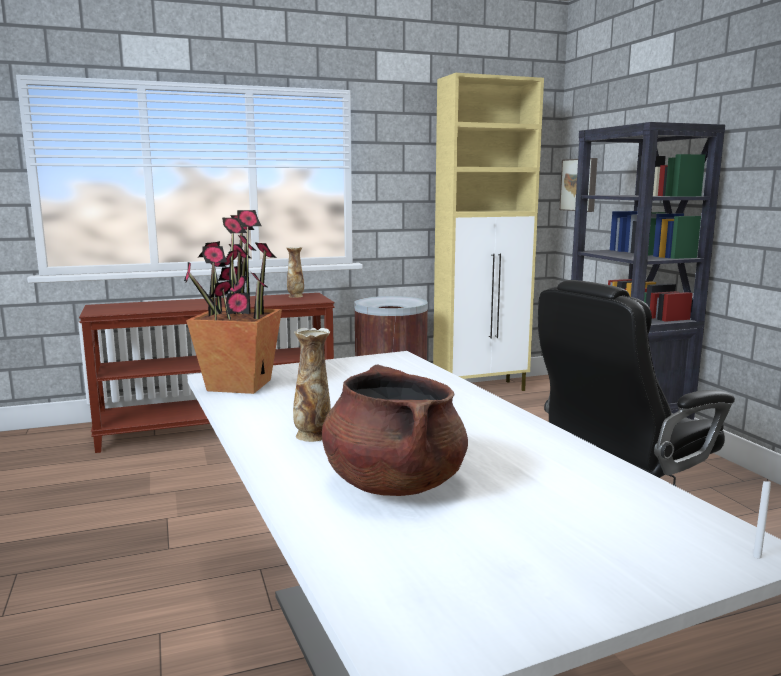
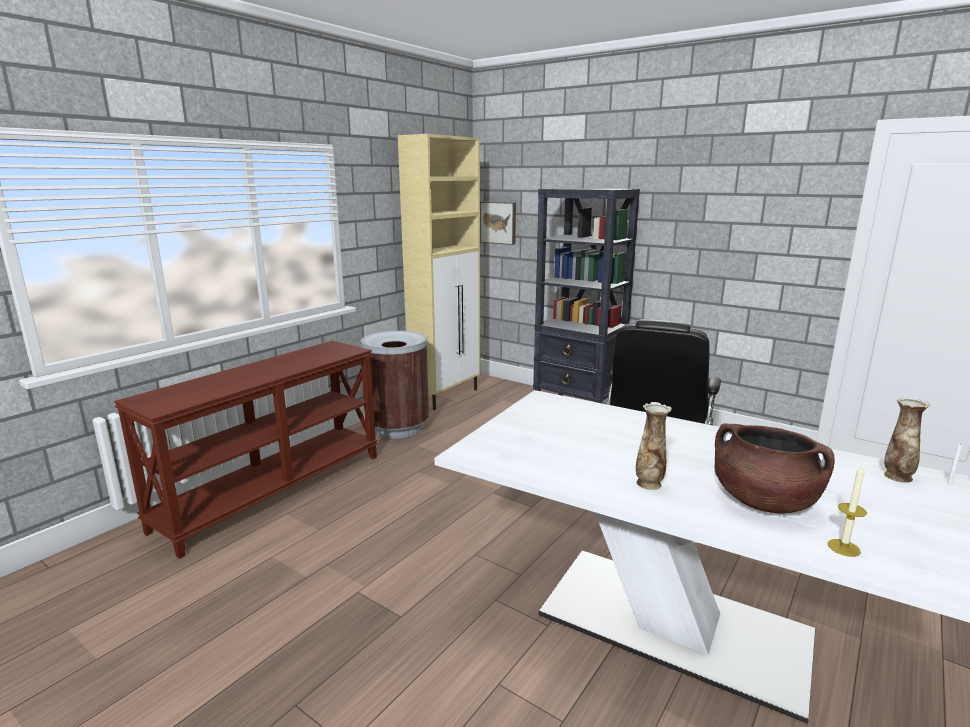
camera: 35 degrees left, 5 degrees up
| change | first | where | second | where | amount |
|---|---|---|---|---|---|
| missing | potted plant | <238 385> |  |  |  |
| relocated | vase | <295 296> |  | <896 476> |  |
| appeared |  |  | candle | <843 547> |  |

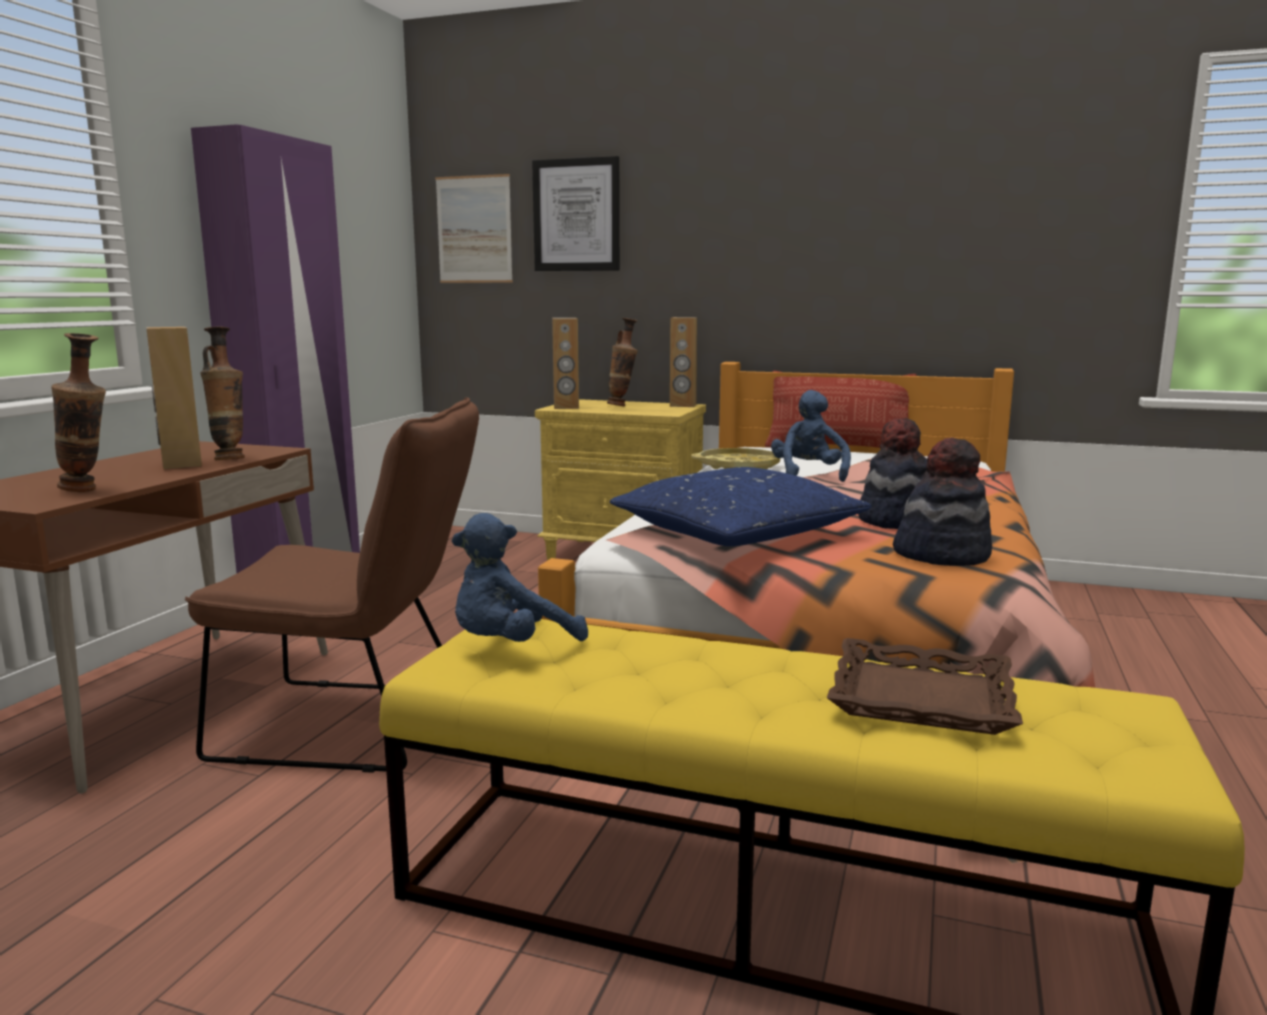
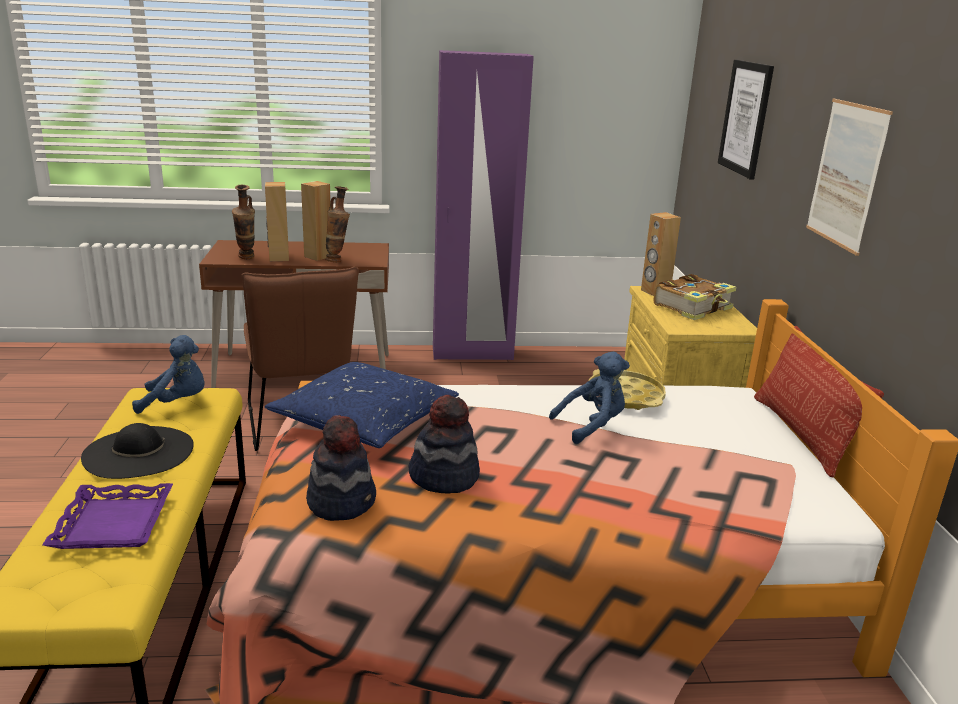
camera: 65 degrees right, 10 degrees up
| change | first | where | second | where | amount |
|---|---|---|---|---|---|
| relocated | picture | <474 229> |  | <846 174> |  |
| relocated | brown speaker | <683 405> |  | <278 258> |  |
| exchanged | vase | <622 406> | book | <693 307> |  |
| spun | blue plush toy | <511 646> |  | <177 403> | 150 degrees clockwise |
| colour | brown tray | <922 697> | purple tray | <114 524> |  |
| appeared |  |  | black hat | <138 452> |  |

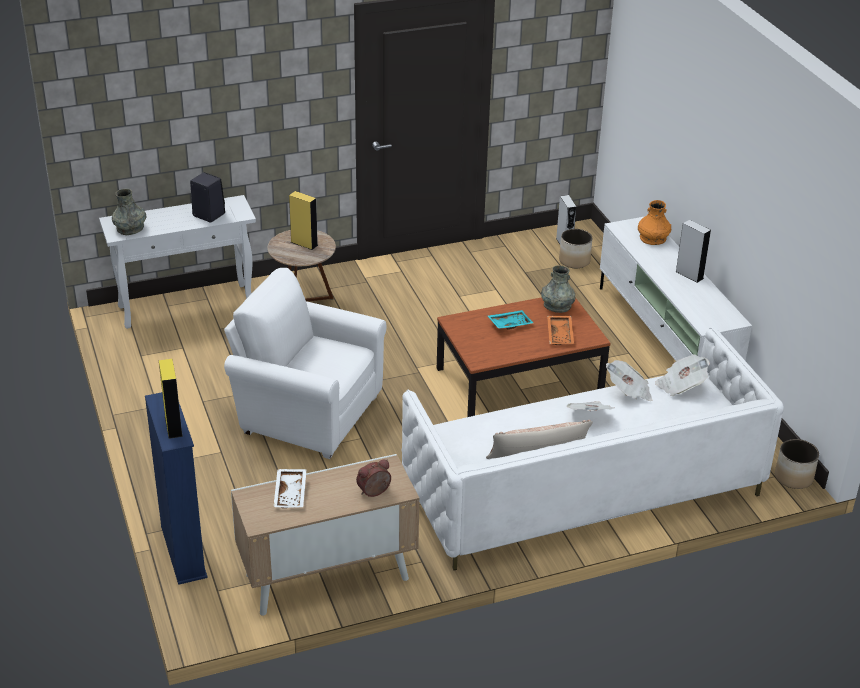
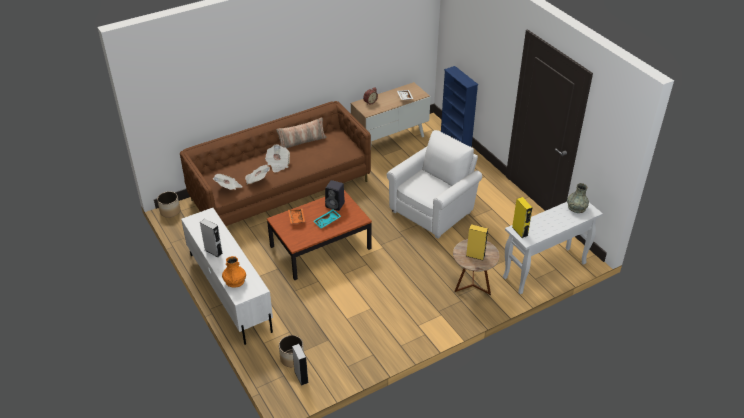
camera: 170 degrees right, 5 degrees up
| change | first | where | second | where | amount |
|---|---|---|---|---|---|
| relocated | black speaker | <207 214> |  | <335 205> |  |
| missing | grey vase | <557 306> |  |  |  |
| spun | white armchair | <306 412> |  | <434 210> | 60 degrees counterclockwise |
| colour | white sofa | <582 490> | brown sofa | <281 190> |  |
| relocated | yellow speaker | <173 426> |  | <519 231> |  |

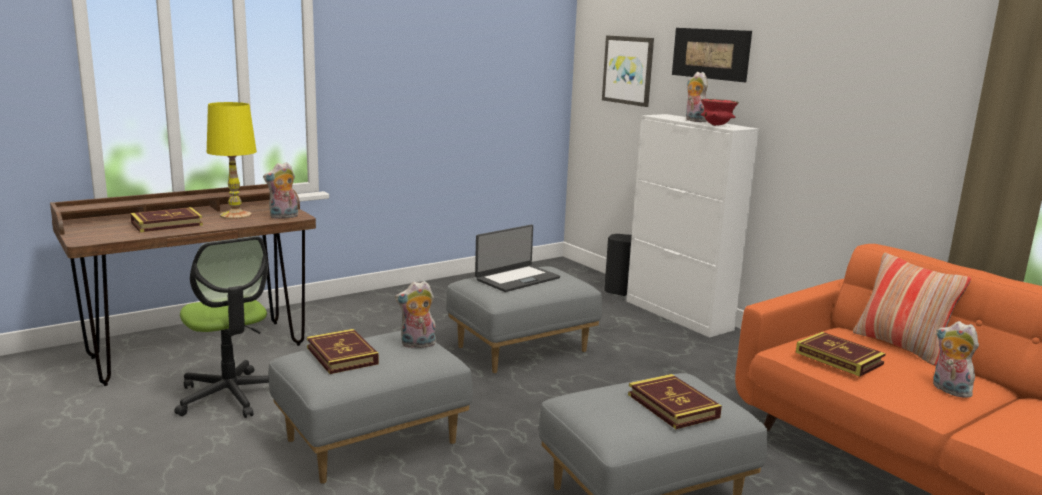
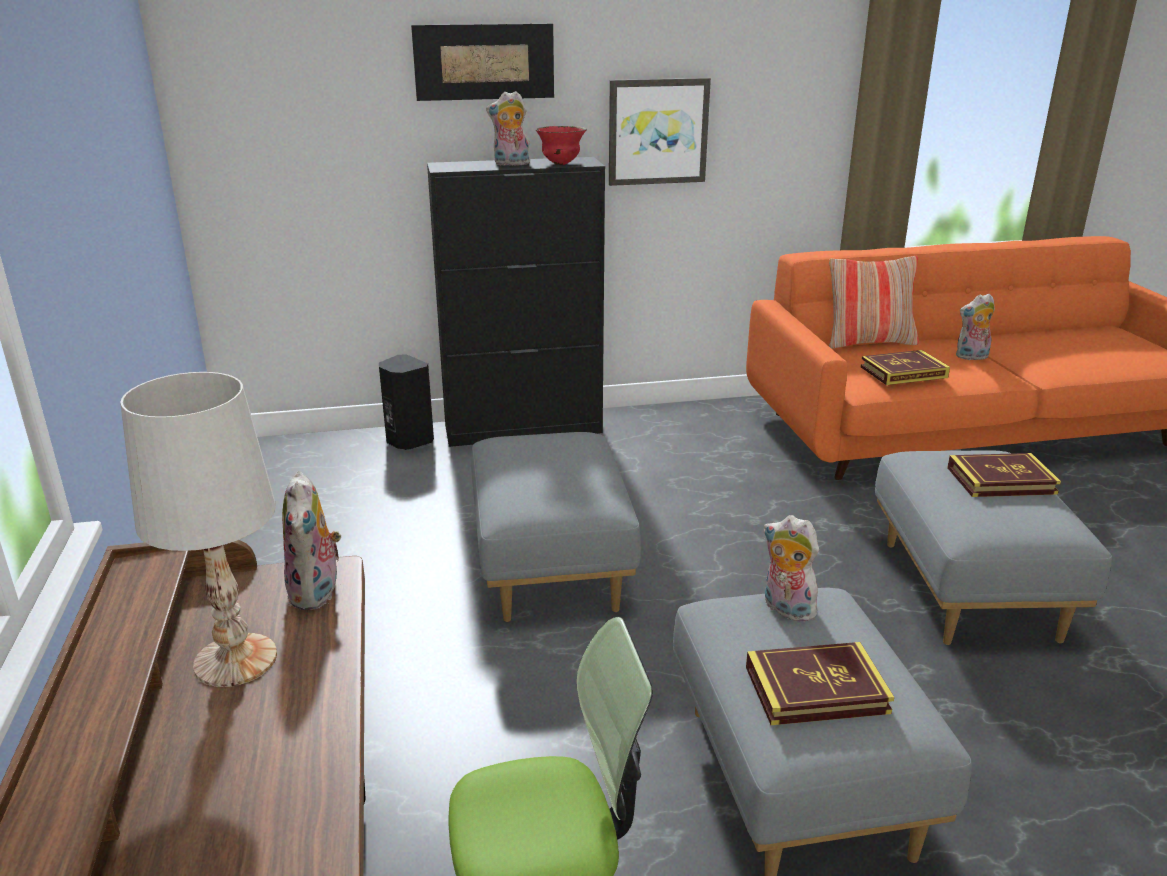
camera: 65 degrees left, 10 degrees up
| change | first | where | second | where | amount |
|---|---|---|---|---|---|
| relocated | picture | <628 70> |  | <657 131> |  |
| colour | yellow table lamp | <235 215> | white table lamp | <234 660> |  |
| colour | white cabinet | <678 315> | black cabinet | <524 429> |  |
| missing | book | <167 224> |  |  |  |
| missing | laptop | <517 279> |  |  |  |
| spun | plush toy | <417 345> |  | <785 609> | 120 degrees clockwise |

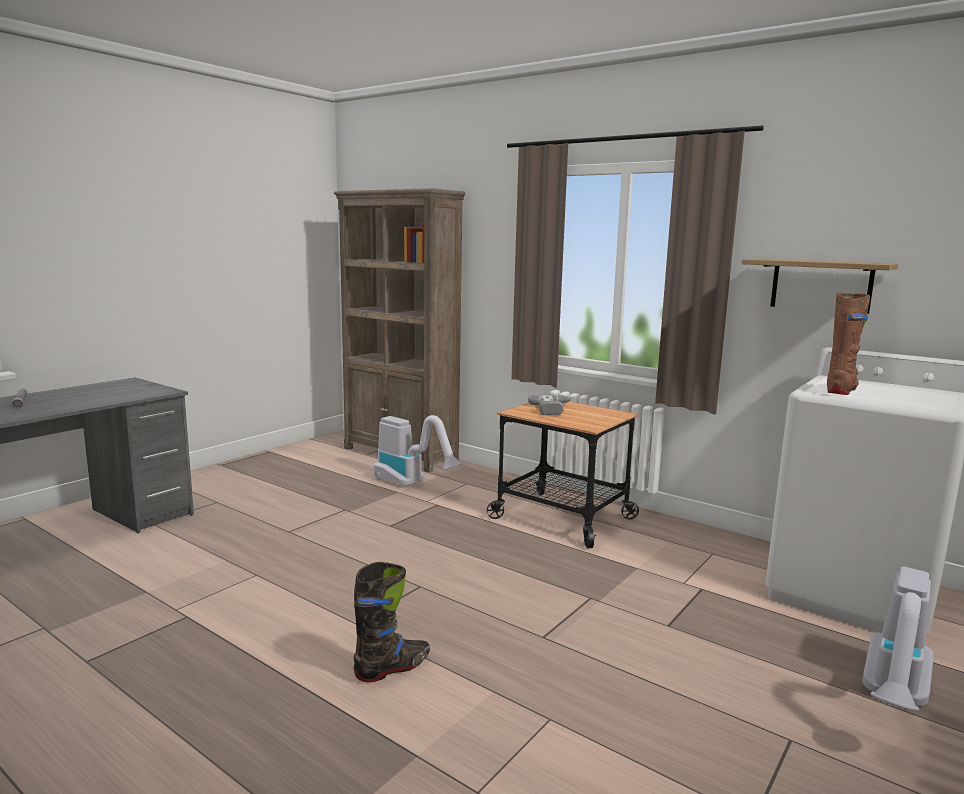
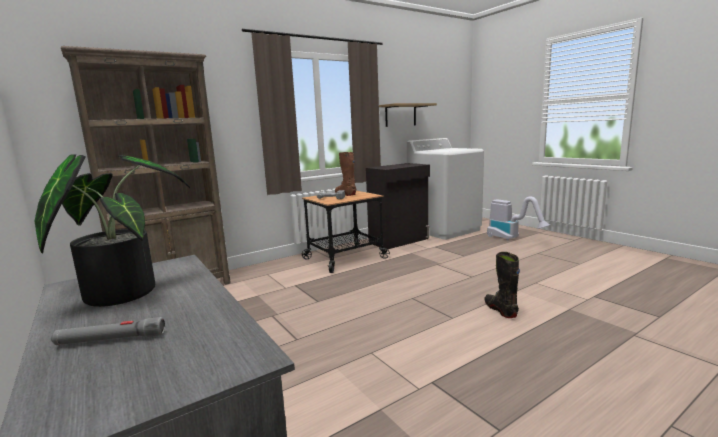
camera: 70 degrees left, 0 degrees up
| change | first | where | second | where | amount |
|---|---|---|---|---|---|
| relocated | brown boot | <841 390> |  | <345 194> |  |
| missing | vacuum cleaner | <412 484> |  |  |  |
| appeared |  |  | potted plant | <122 290> |  |
| appeared |  |  | black cabinet | <399 241> |  |

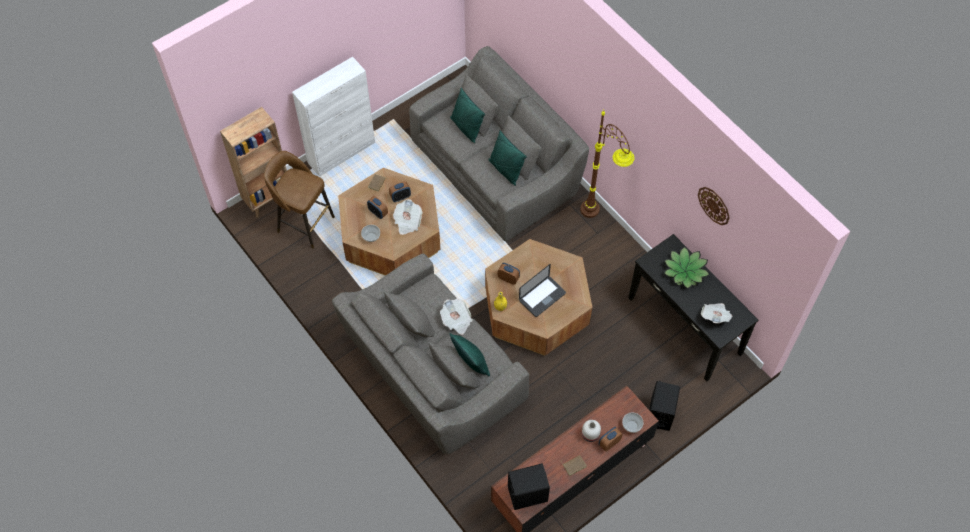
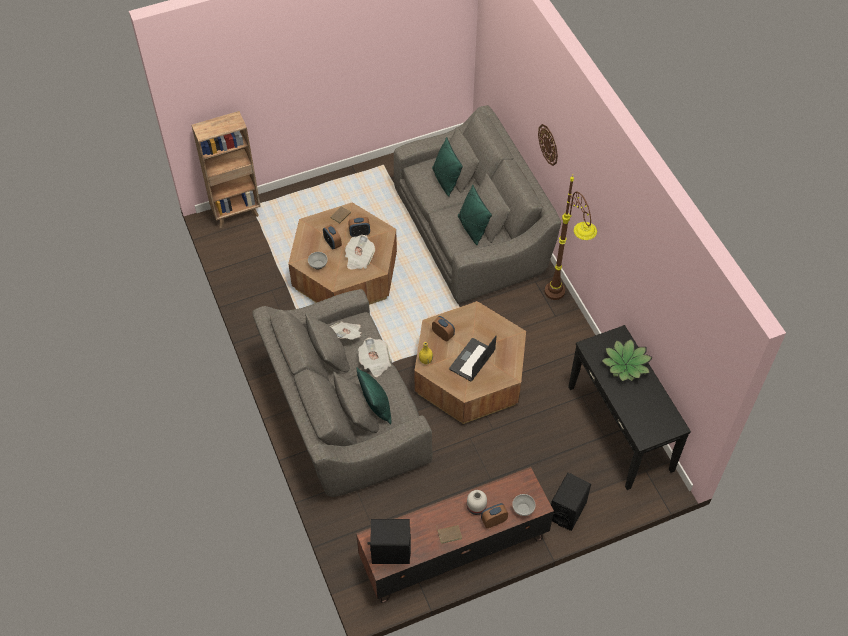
camera: 15 degrees right, 5 degrees down
| change | first | where | second | where | amount |
|---|---|---|---|---|---|
| missing | white cabinet | <342 152> |  |  |  |
| missing | brown stool | <304 223> |  |  |  |
| relocated | wall clock | <714 205> |  | <548 144> |  |
| spun | laptop | <542 297> |  | <472 360> | 150 degrees clockwise |
| relocated | newspaper | <715 316> |  | <347 335> |  |

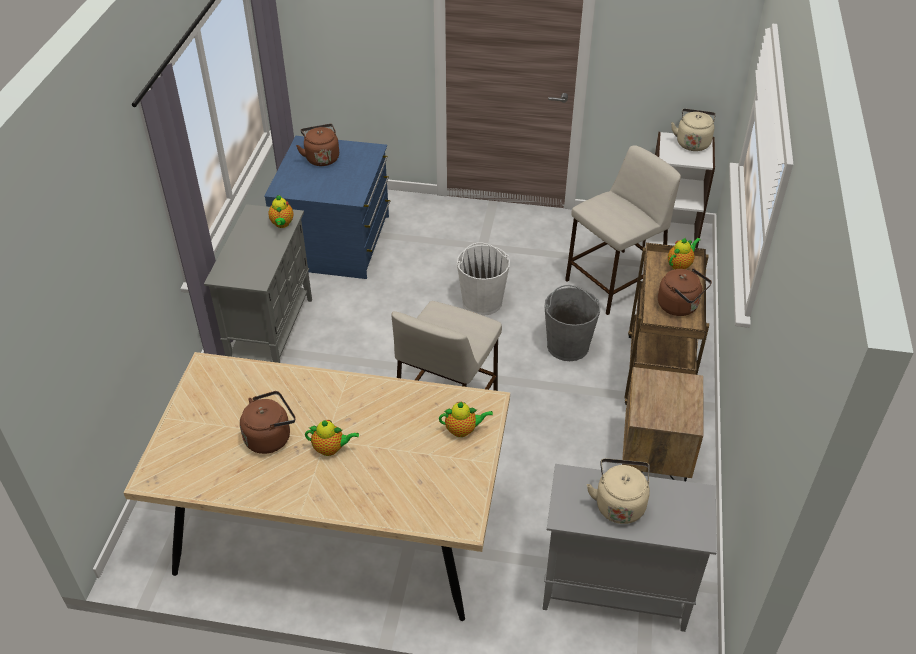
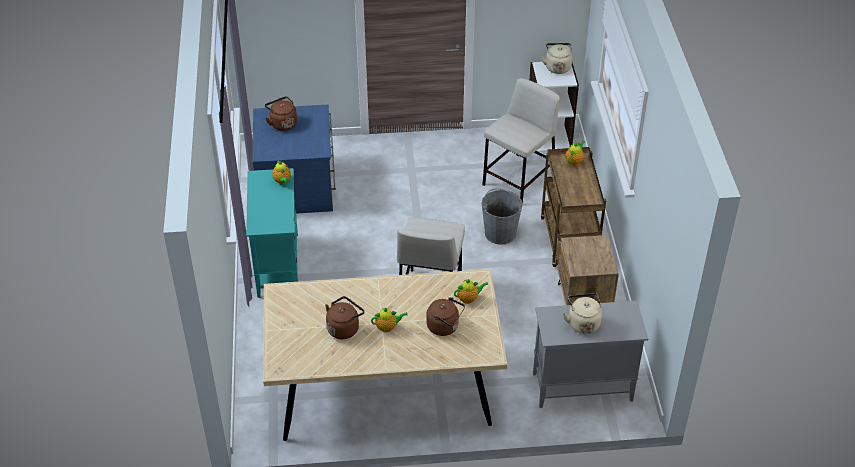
camera: 15 degrees left, 0 degrees up
| change | first | where | second | where | amount |
|---|---|---|---|---|---|
| colour | grey cabinet | <272 332> | turquoise cabinet | <278 264> |  |
| missing | white bucket | <482 301> |  |  |  |
| relocated | brown kettle | <680 306> |  | <445 327> |  |

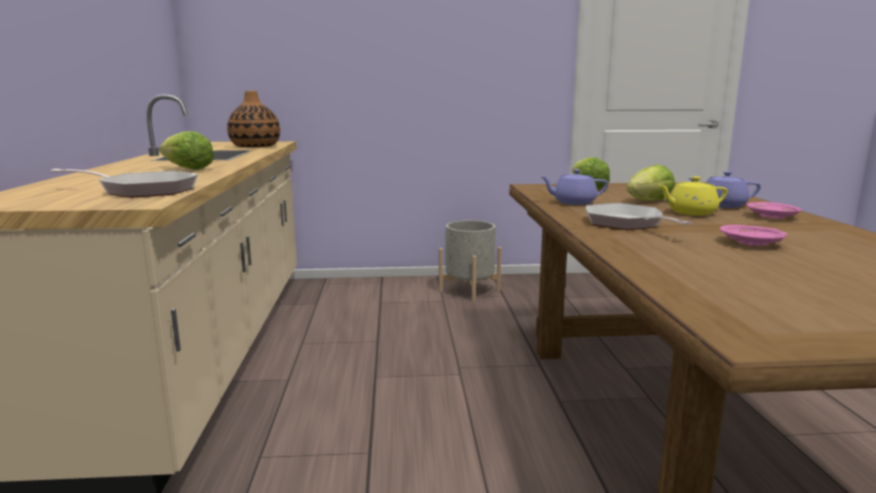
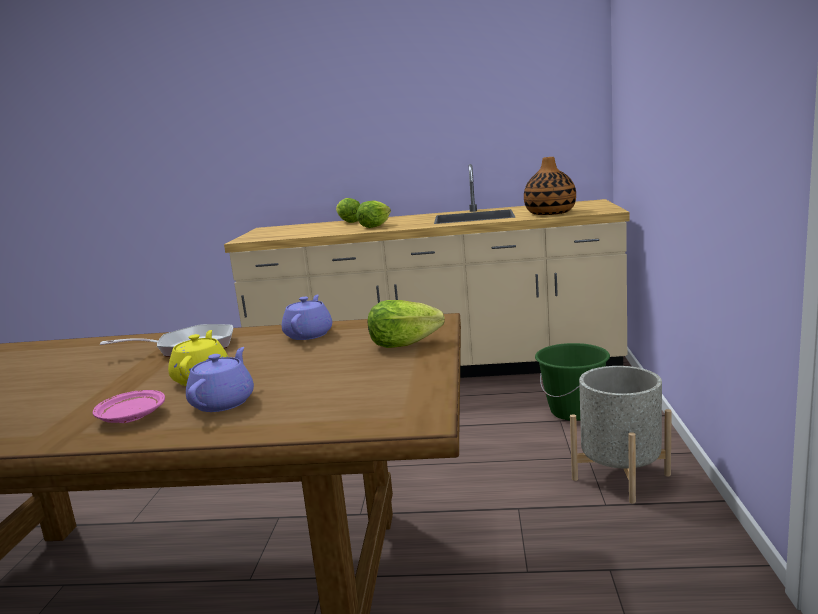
camera: 100 degrees right, 0 degrees up
| change | first | where | second | where | amount |
|---|---|---|---|---|---|
| relocated | lettuce | <649 201> |  | <349 222> |  |
| missing | frying pan | <143 191> |  |  |  |
| missing | pink plate | <752 243> |  |  |  |
| appeared |  |  | green bucket | <574 411> |  |

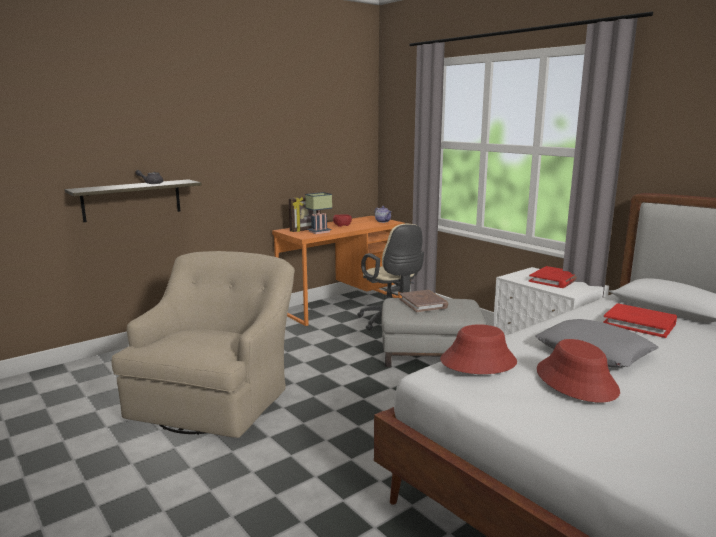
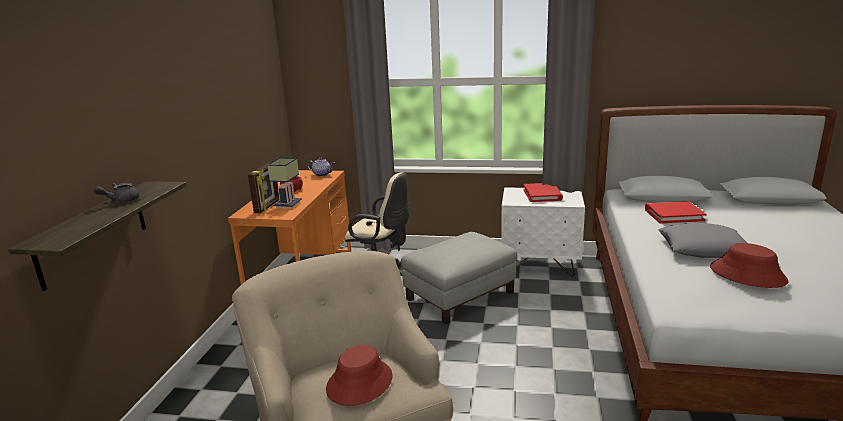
camera: 40 degrees left, 5 degrees up
| change | first | where | second | where | amount |
|---|---|---|---|---|---|
| missing | brown book | <423 303> |  |  |  |
| relocated | red hat | <478 361> |  | <359 382> |  |

